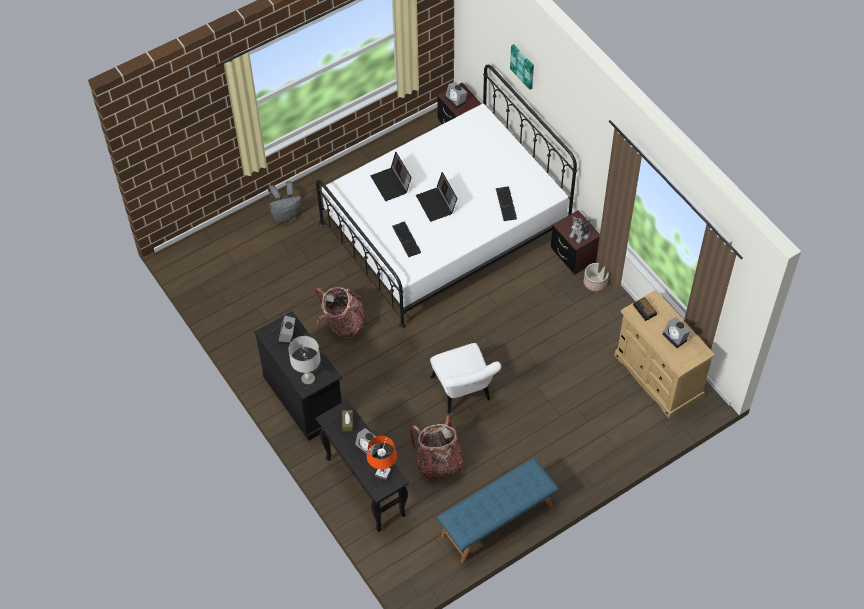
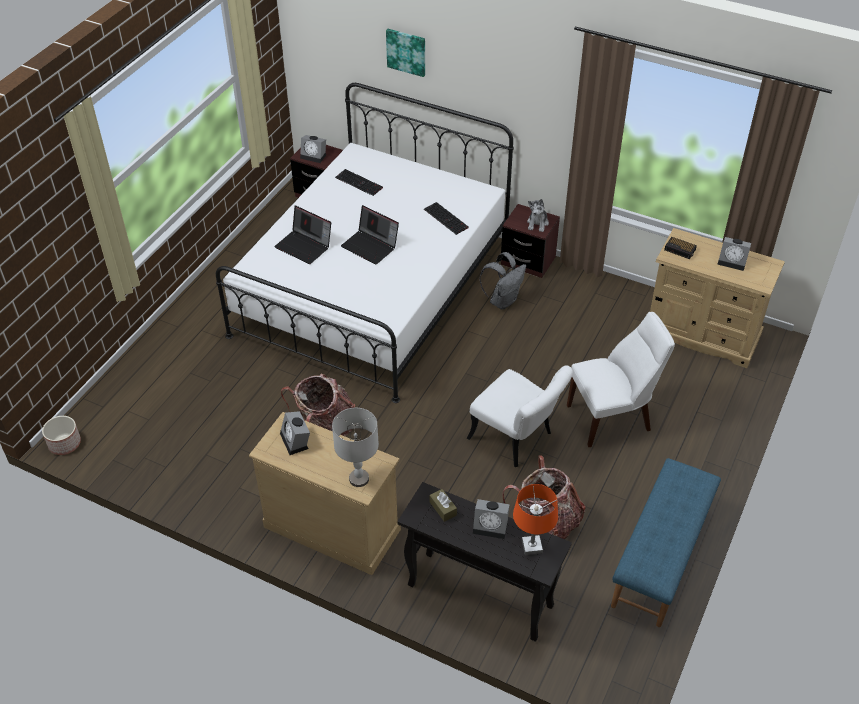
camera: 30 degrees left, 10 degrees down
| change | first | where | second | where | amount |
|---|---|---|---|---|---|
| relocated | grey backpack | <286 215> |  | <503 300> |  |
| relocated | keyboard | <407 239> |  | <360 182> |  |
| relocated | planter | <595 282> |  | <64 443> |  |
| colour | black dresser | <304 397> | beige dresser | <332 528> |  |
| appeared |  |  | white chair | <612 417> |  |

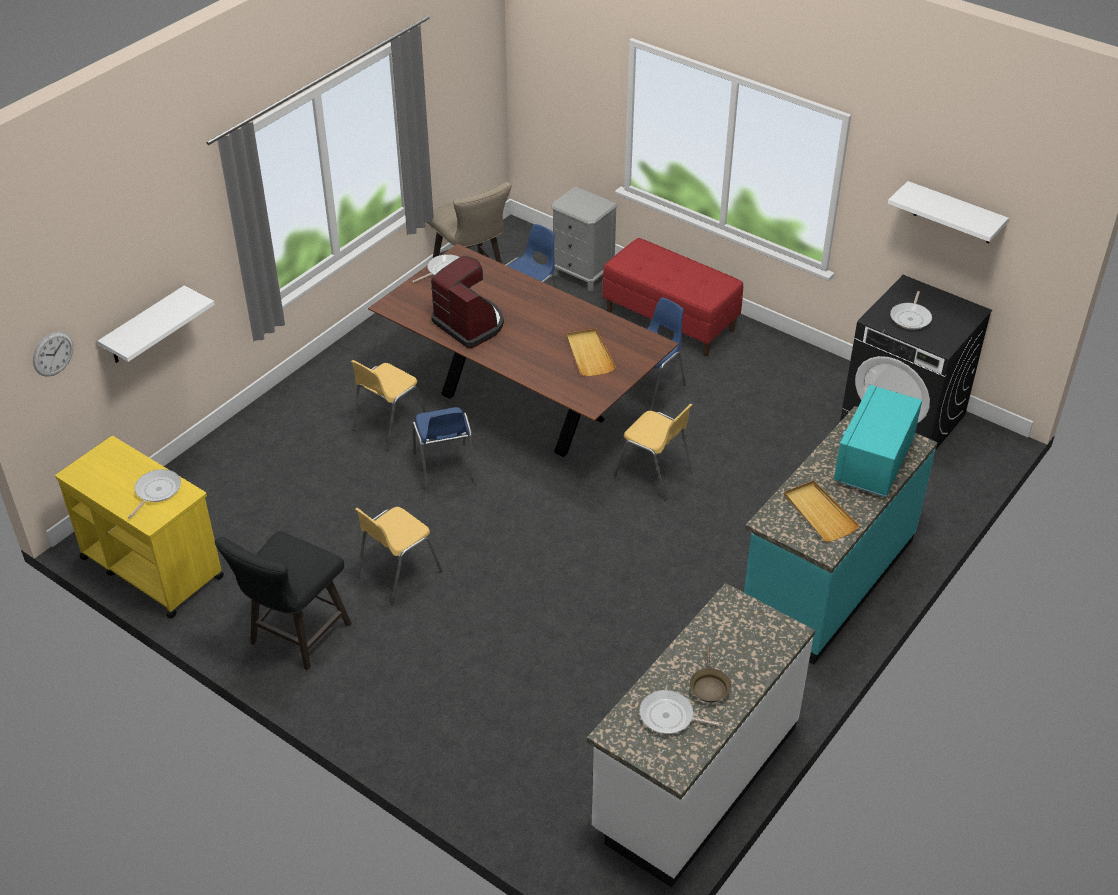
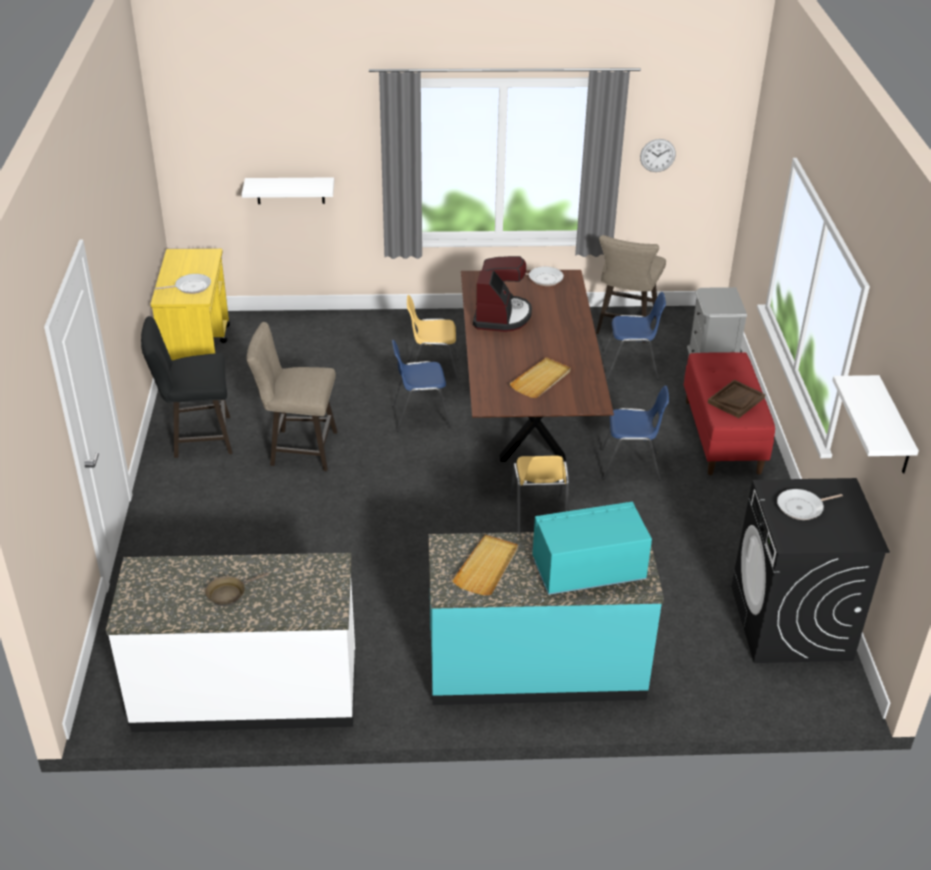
camera: 50 degrees right, 5 degrees down
| change | first | where | second | where | amount |
|---|---|---|---|---|---|
| relocated | wall clock | <53 354> |  | <657 155> |  |
| spun | blue chair | <445 469> |  | <420 416> | 45 degrees clockwise |
| exchanged | yellow chair | <398 574> | beige stool | <298 449> |  |
| missing | frying pan | <670 717> |  |  |  |
| appeared |  |  | brown tray | <736 400> |  |

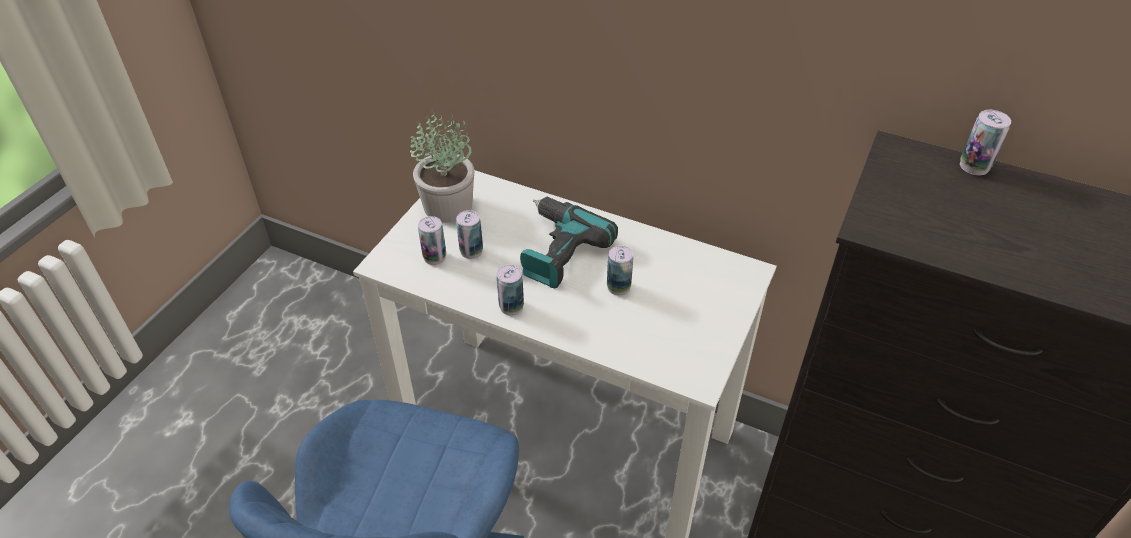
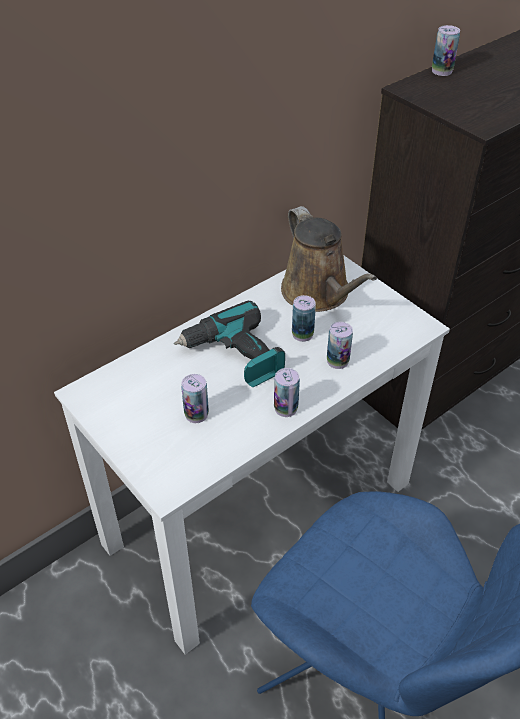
camera: 65 degrees left, 0 degrees up
| change | first | where | second | where | amount |
|---|---|---|---|---|---|
| missing | potted plant | <449 205> |  |  |  |
| relocated | can | <434 257> |  | <337 361> |  |
| appeared |  |  | brown watering can | <319 294> |  |

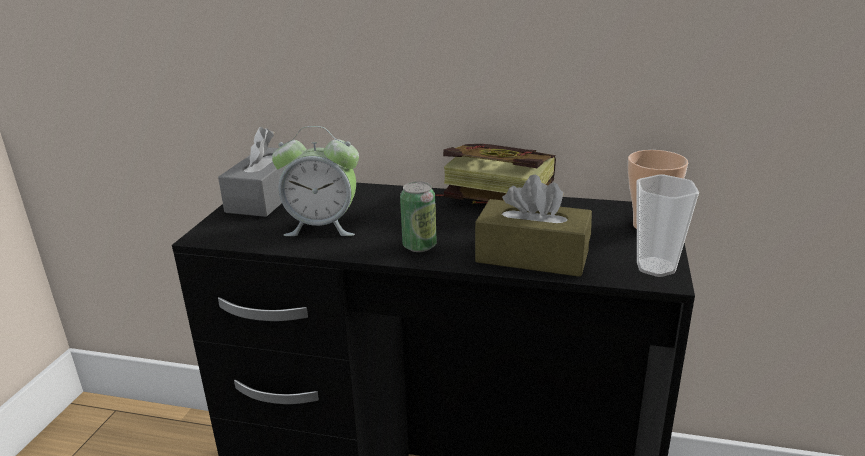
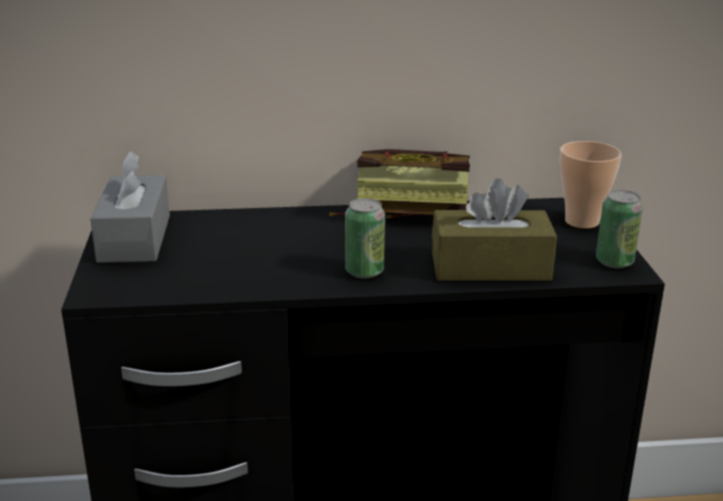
camera: 20 degrees left, 0 degrees up
| change | first | where | second | where | amount |
|---|---|---|---|---|---|
| missing | alarm clock | <322 227> |  |  |  |
| exchanged | cup | <655 267> | can | <614 262> |  |

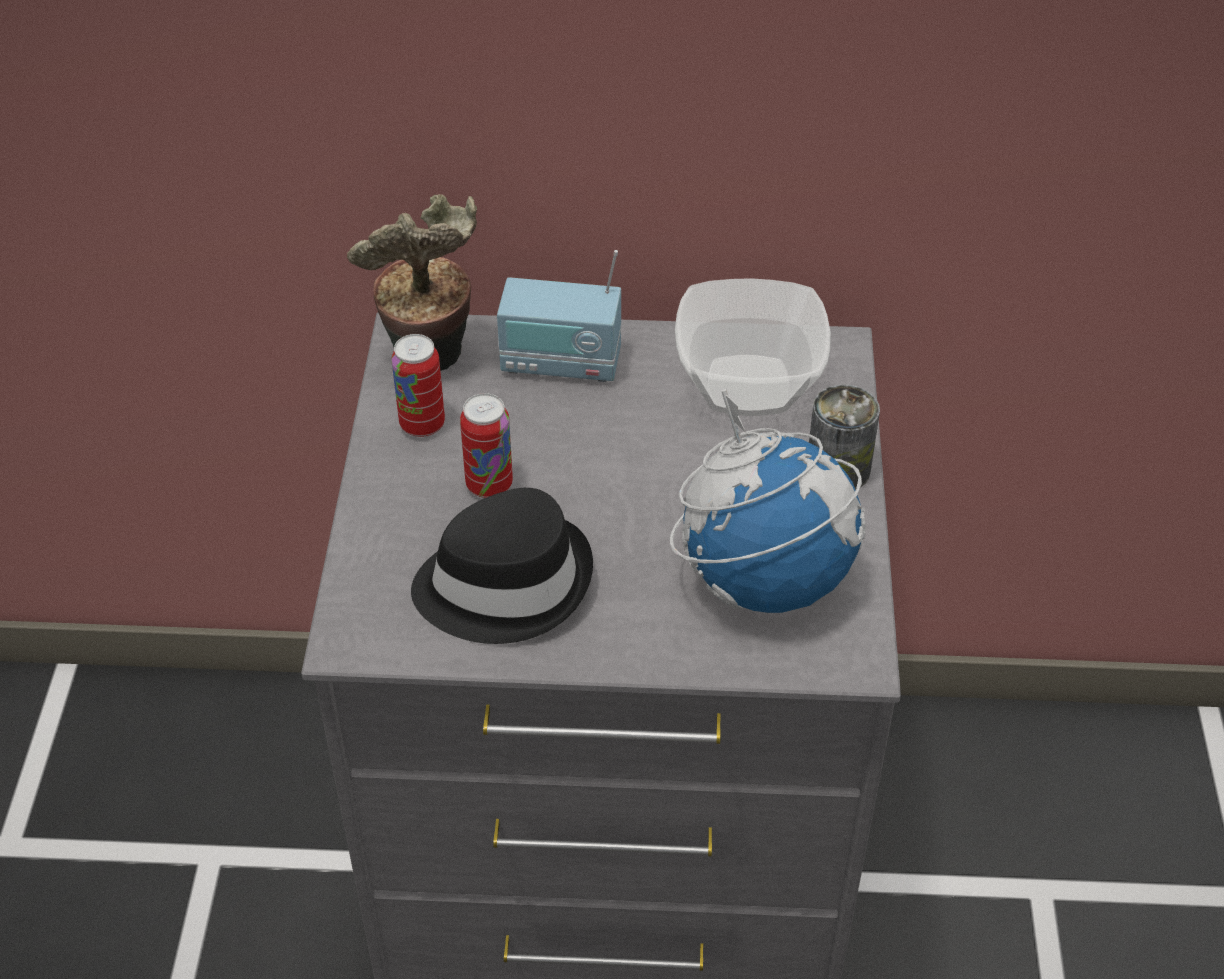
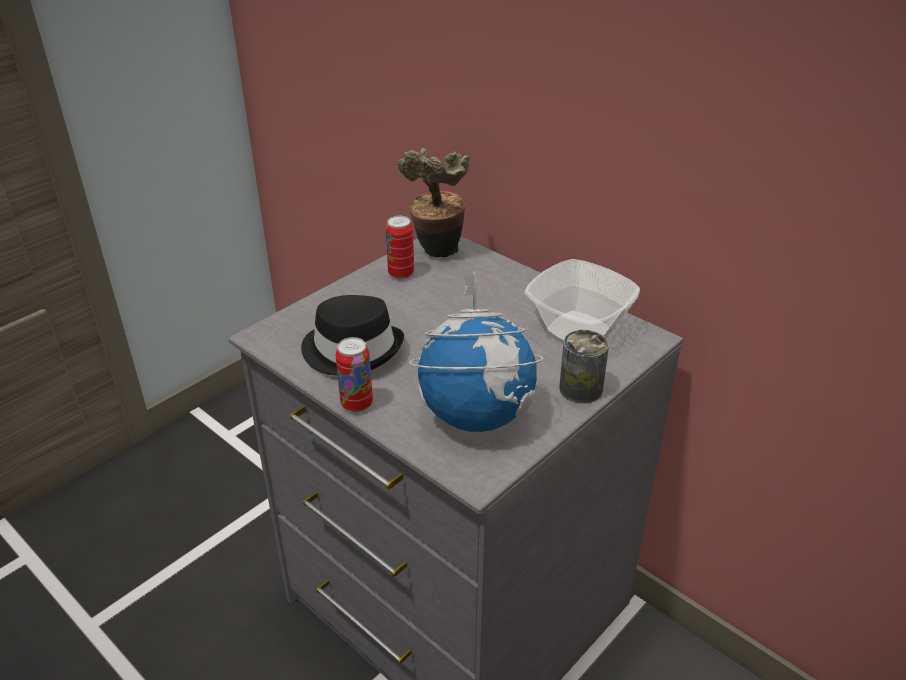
camera: 40 degrees right, 10 degrees down
| change | first | where | second | where | amount |
|---|---|---|---|---|---|
| missing | radio | <561 363> |  |  |  |
| relocated | can | <489 485> |  | <357 404> |  |

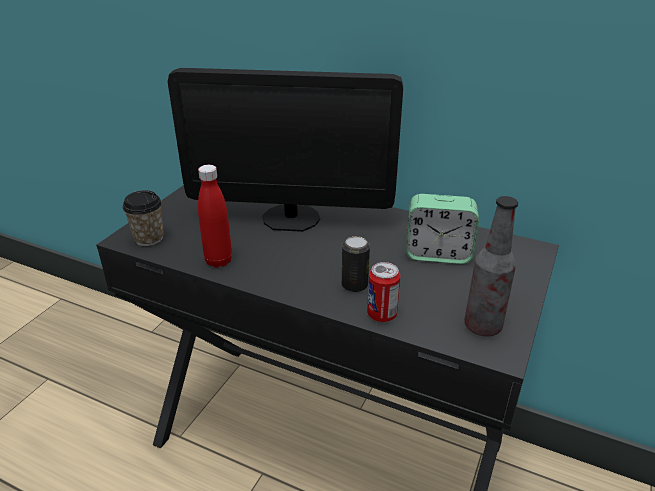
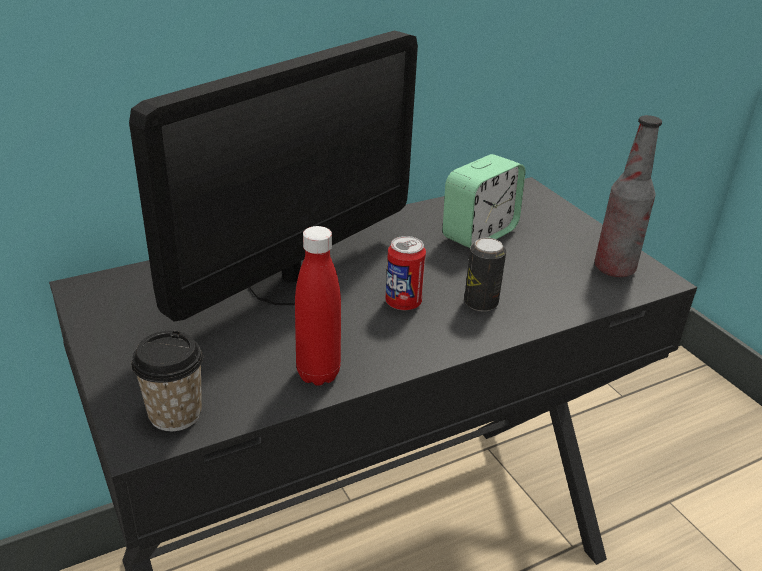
camera: 55 degrees left, 0 degrees up
| change | first | where | second | where | amount |
|---|---|---|---|---|---|
| relocated | can | <382 315> |  | <403 303> |  |

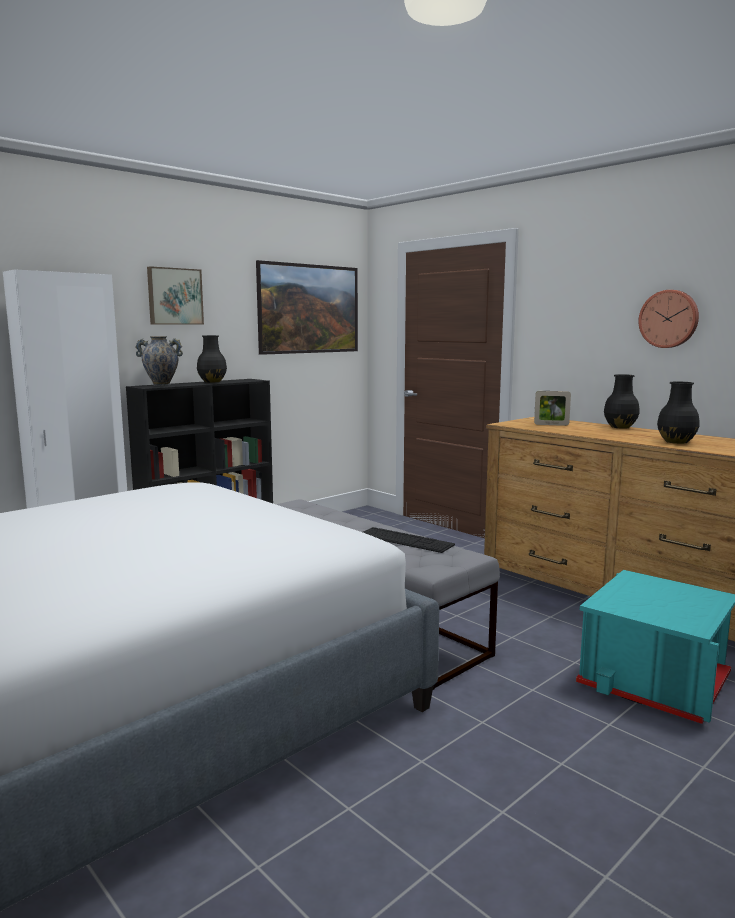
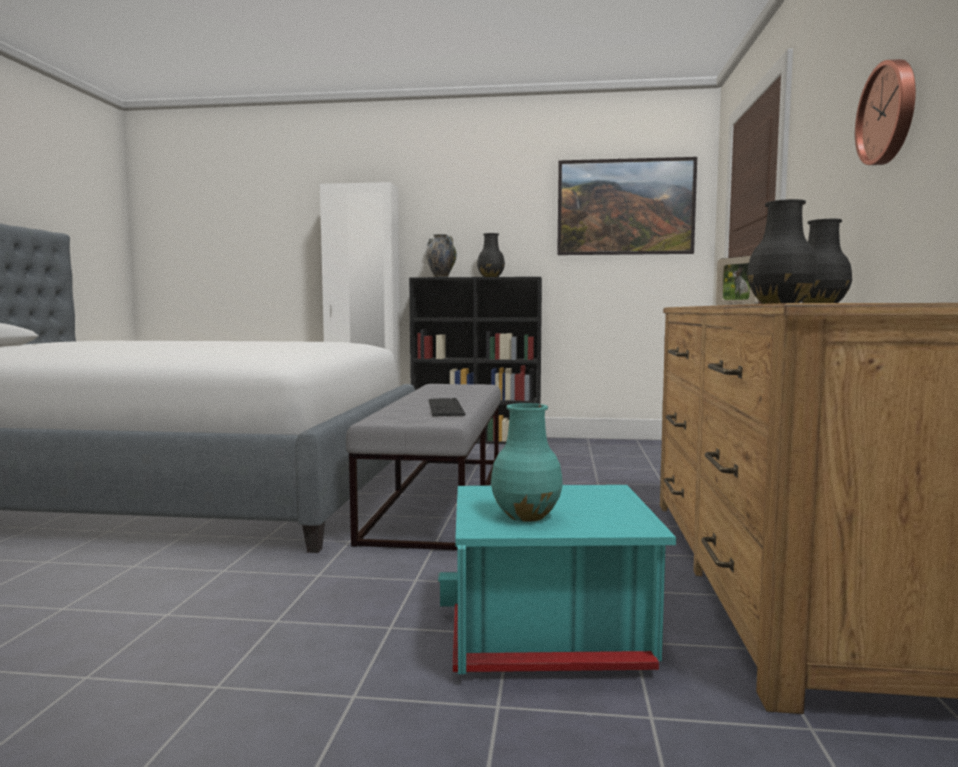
camera: 50 degrees right, 5 degrees down
| change | first | where | second | where | amount |
|---|---|---|---|---|---|
| missing | picture | <174 296> |  |  |  |
| appeared |  |  | turquoise vase | <525 516> |  |

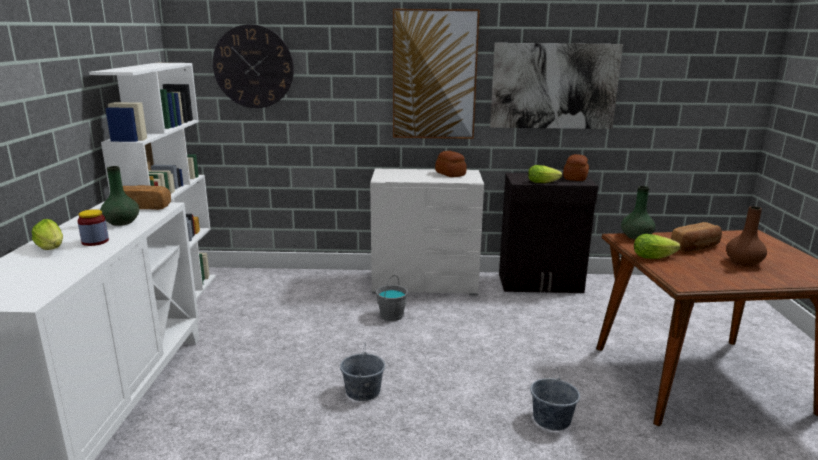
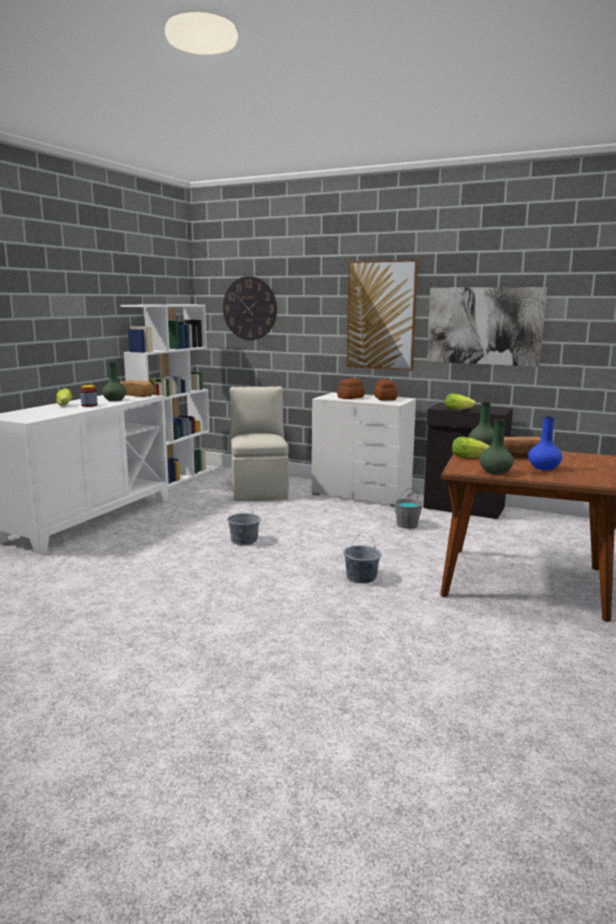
camera: 25 degrees right, 5 degrees down
| change | first | where | second | where | amount |
|---|---|---|---|---|---|
| relocated | bread | <575 177> |  | <351 397> |  |
| colour | brown vase | <743 262> | blue vase | <544 468> |  |
| relocated | grey bucket | <391 315> |  | <407 524> |  |
| appeared |  |  | beige chair | <259 490> |  |
| appeared |  |  | green vase | <496 472> |  |

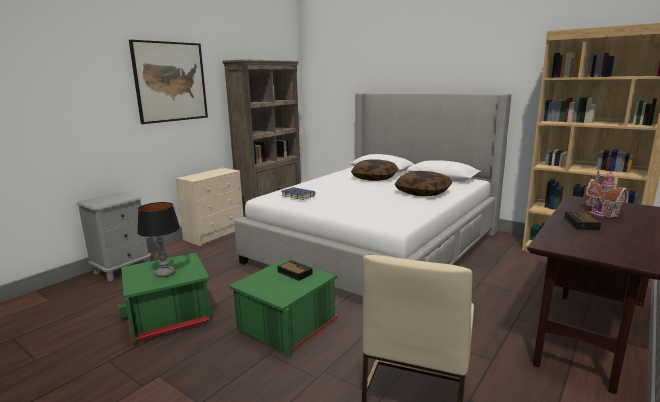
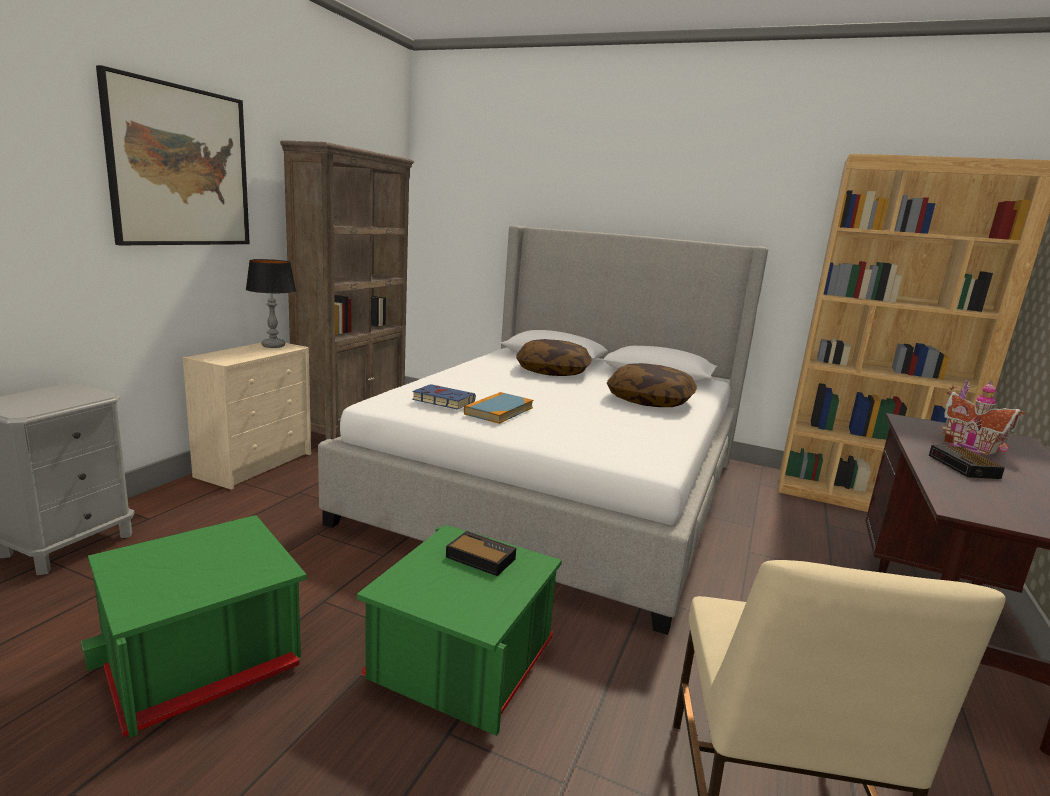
camera: 15 degrees left, 0 degrees up
| change | first | where | second | where | amount |
|---|---|---|---|---|---|
| relocated | table lamp | <165 273> |  | <273 346> |  |
| appeared |  |  | book | <499 411> |  |

